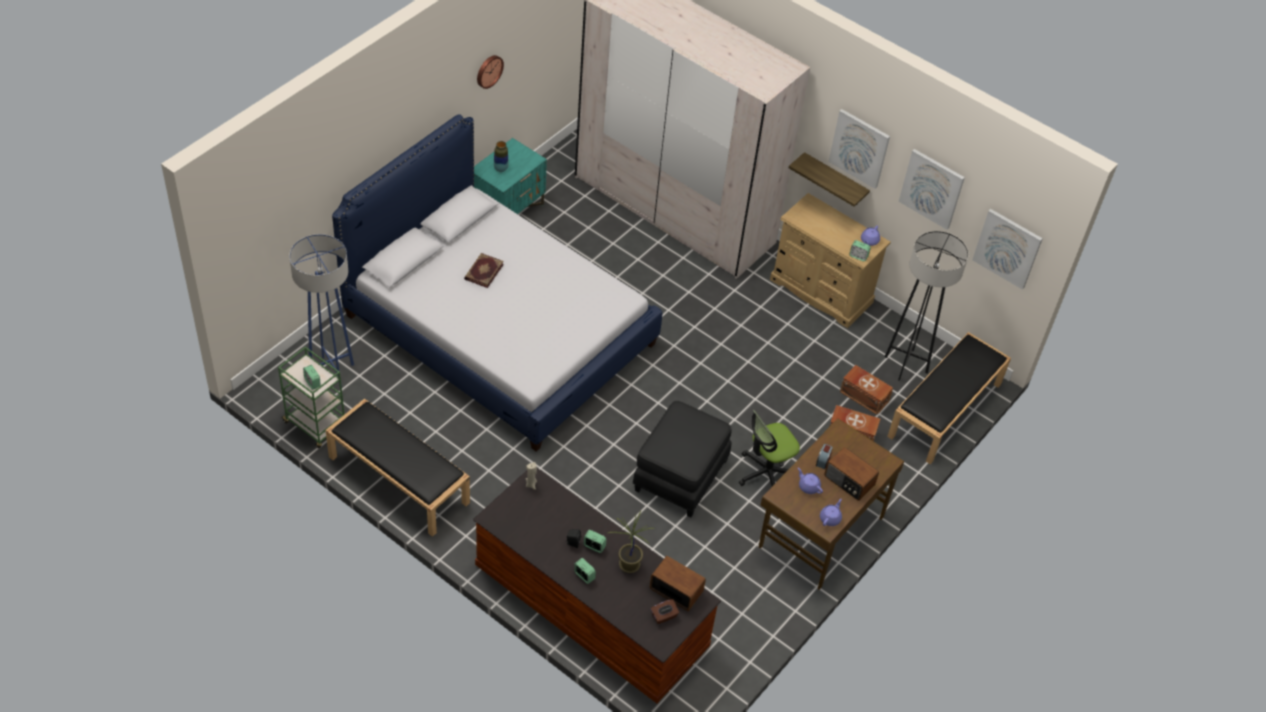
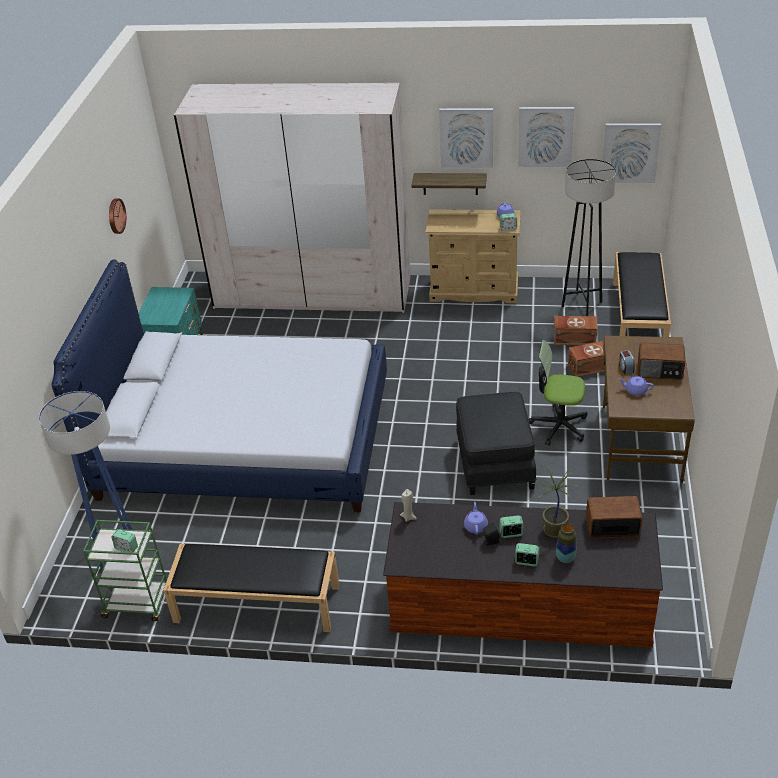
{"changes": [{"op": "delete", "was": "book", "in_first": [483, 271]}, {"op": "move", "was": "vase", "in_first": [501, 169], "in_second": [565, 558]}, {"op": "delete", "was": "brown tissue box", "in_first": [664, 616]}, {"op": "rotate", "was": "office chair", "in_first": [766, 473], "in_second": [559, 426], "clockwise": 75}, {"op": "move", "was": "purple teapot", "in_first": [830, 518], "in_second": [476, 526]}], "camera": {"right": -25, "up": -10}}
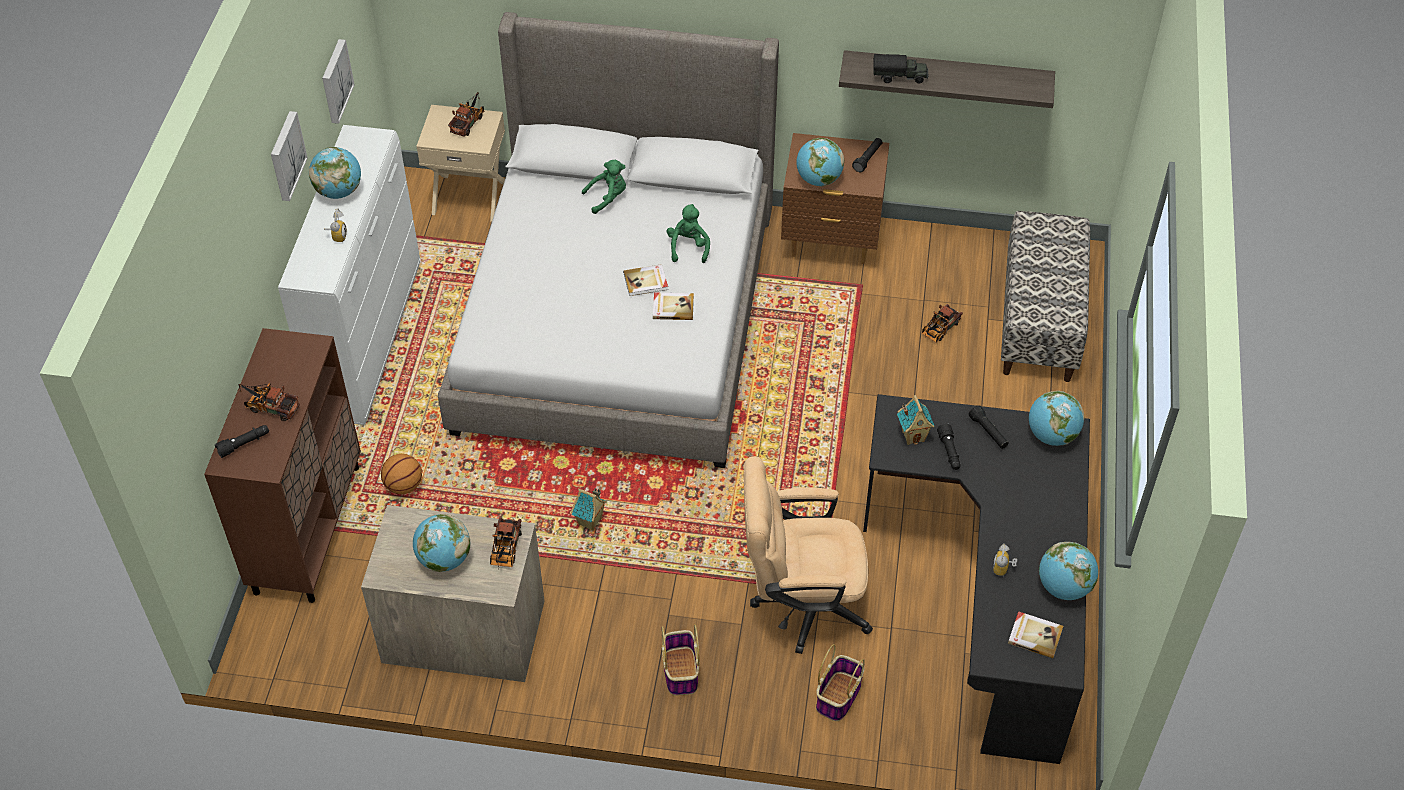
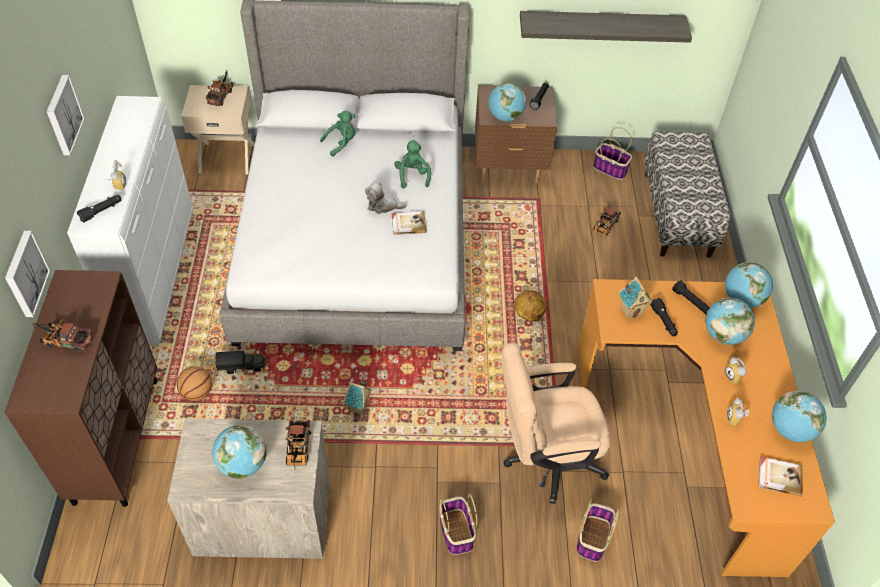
{"changes": [{"op": "move", "was": "black flashlight", "in_first": [244, 444], "in_second": [101, 211]}, {"op": "move", "was": "globe", "in_first": [339, 191], "in_second": [723, 335]}, {"op": "move", "was": "picture", "in_first": [335, 81], "in_second": [24, 274]}, {"op": "replace", "was": "book", "now": "plush toy", "in_first": [646, 282], "in_second": [383, 205]}, {"op": "recolor", "was": "black desk", "now": "orange desk", "in_first": [987, 596], "in_second": [692, 435]}, {"op": "move", "was": "toy truck", "in_first": [899, 77], "in_second": [242, 367]}, {"op": "insert", "now": "basketball", "in_second": [528, 315]}, {"op": "insert", "now": "basket", "in_second": [611, 169]}, {"op": "insert", "now": "alarm clock", "in_second": [734, 377]}], "camera": {"right": -10, "up": 0}}
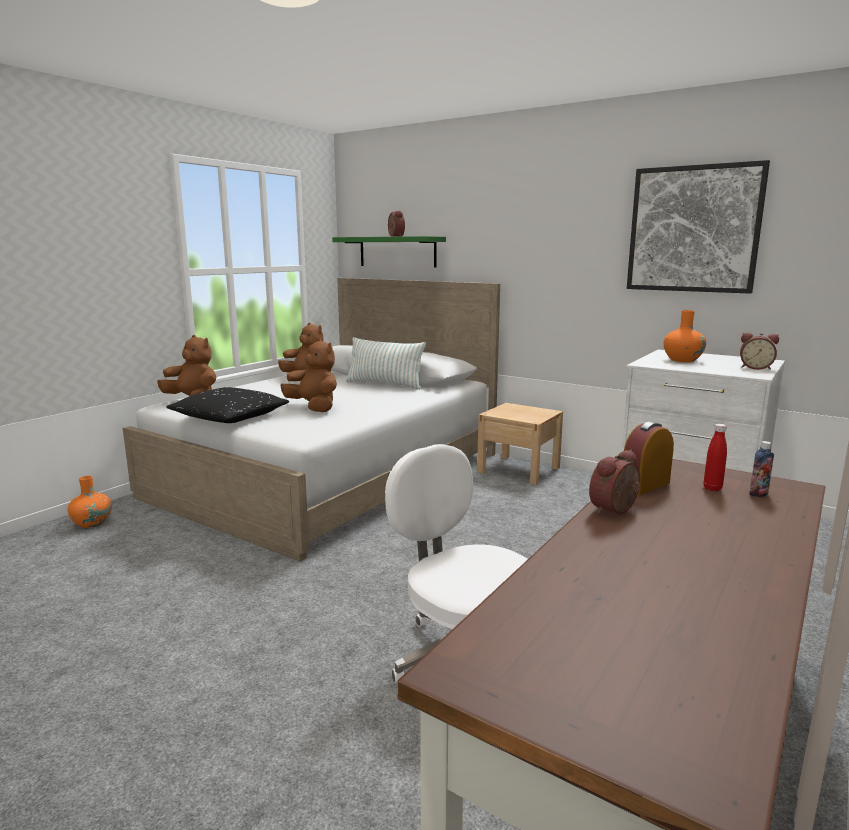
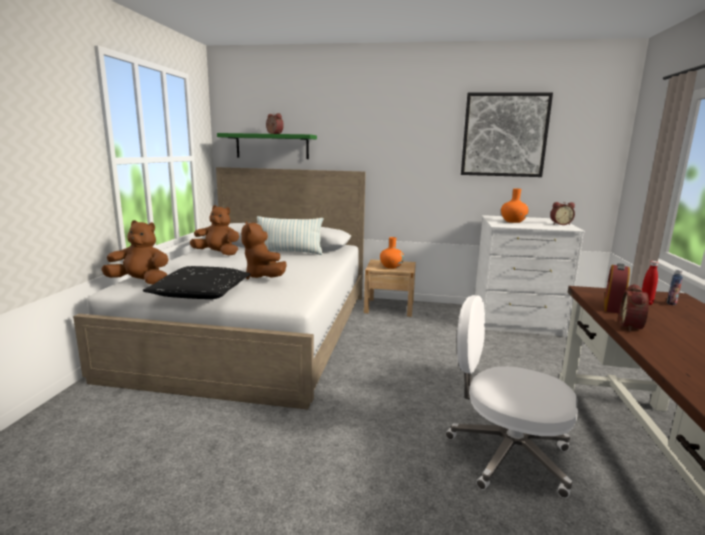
{"changes": [{"op": "move", "was": "orange vase", "in_first": [92, 523], "in_second": [391, 266]}, {"op": "rotate", "was": "brown plush toy", "in_first": [314, 408], "in_second": [263, 277], "clockwise": -135}], "camera": {"right": -25, "up": 0}}
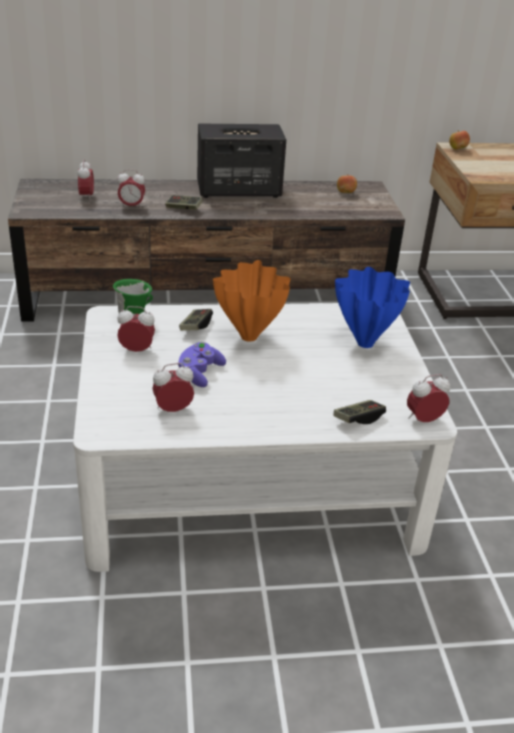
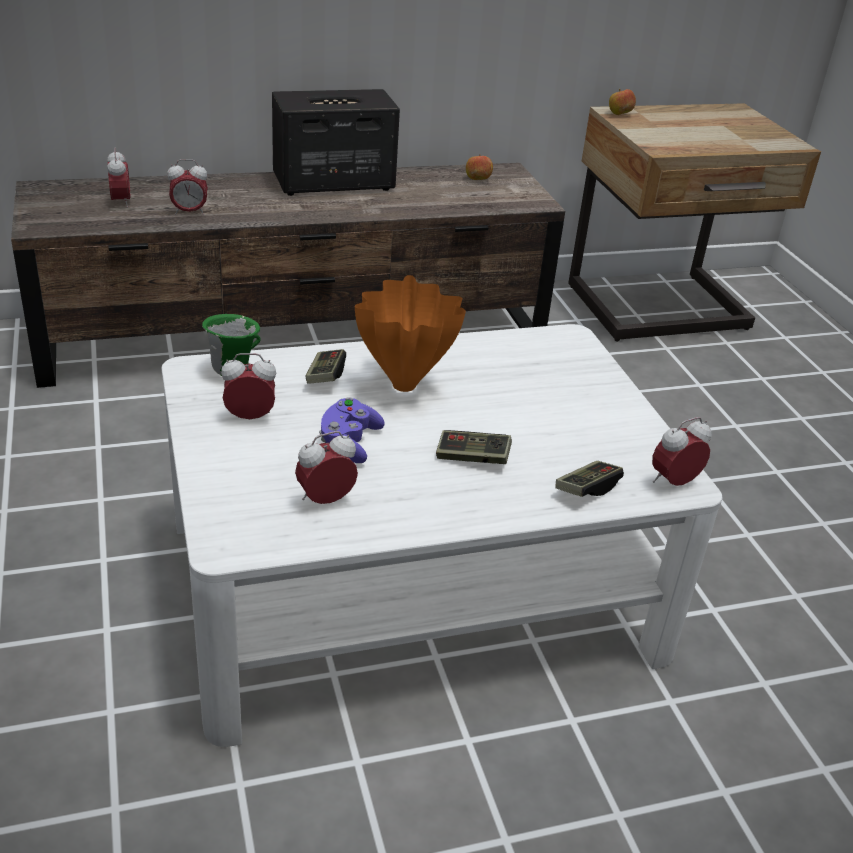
{"changes": [{"op": "move", "was": "game controller", "in_first": [184, 208], "in_second": [472, 458]}, {"op": "delete", "was": "blue vase", "in_first": [365, 342]}], "camera": {"right": -10, "up": 0}}
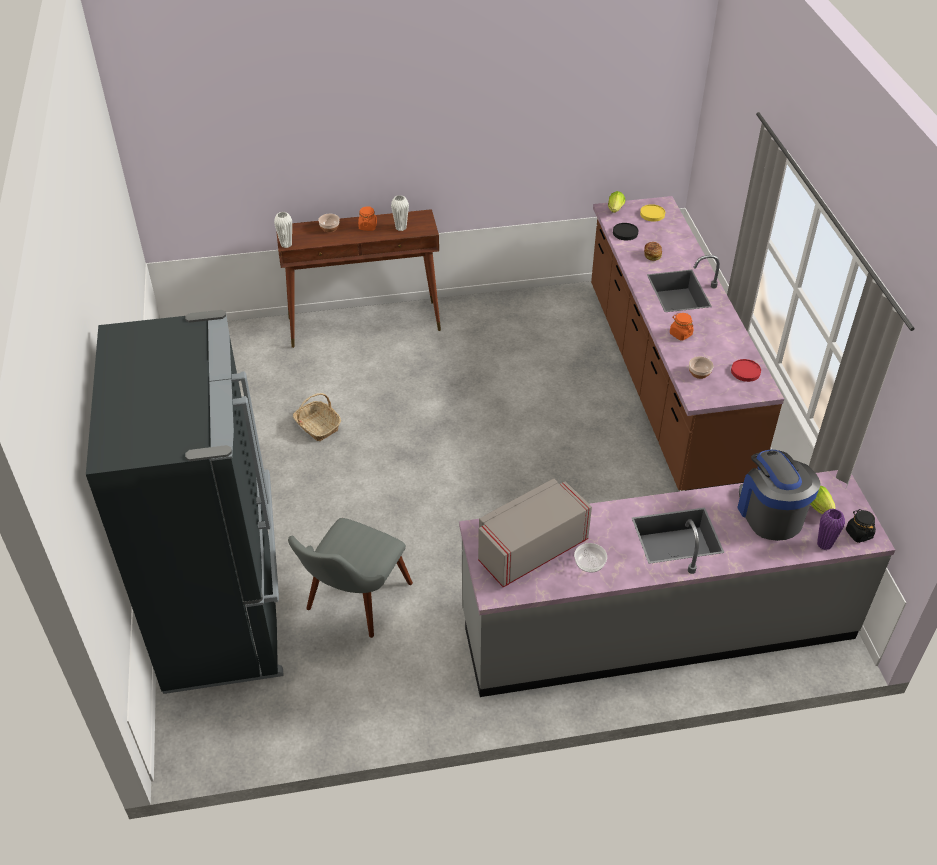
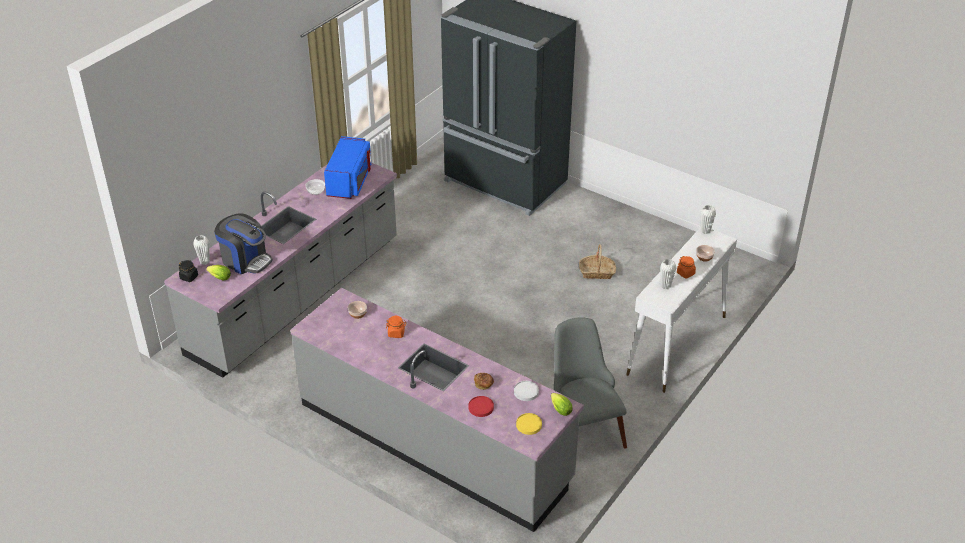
{"changes": [{"op": "recolor", "was": "brown console table", "now": "white console table", "in_first": [365, 324], "in_second": [676, 345]}, {"op": "move", "was": "grey chair", "in_first": [352, 605], "in_second": [582, 426]}, {"op": "recolor", "was": "grey microwave", "now": "blue microwave", "in_first": [530, 548], "in_second": [350, 181]}, {"op": "recolor", "was": "brown counter", "now": "grey counter", "in_first": [664, 382], "in_second": [434, 441]}, {"op": "recolor", "was": "black plate", "now": "white plate", "in_first": [625, 233], "in_second": [526, 392]}, {"op": "move", "was": "red plate", "in_first": [745, 371], "in_second": [481, 407]}, {"op": "recolor", "was": "purple vase", "now": "white vase", "in_first": [824, 544], "in_second": [204, 261]}], "camera": {"right": 135, "up": -5}}
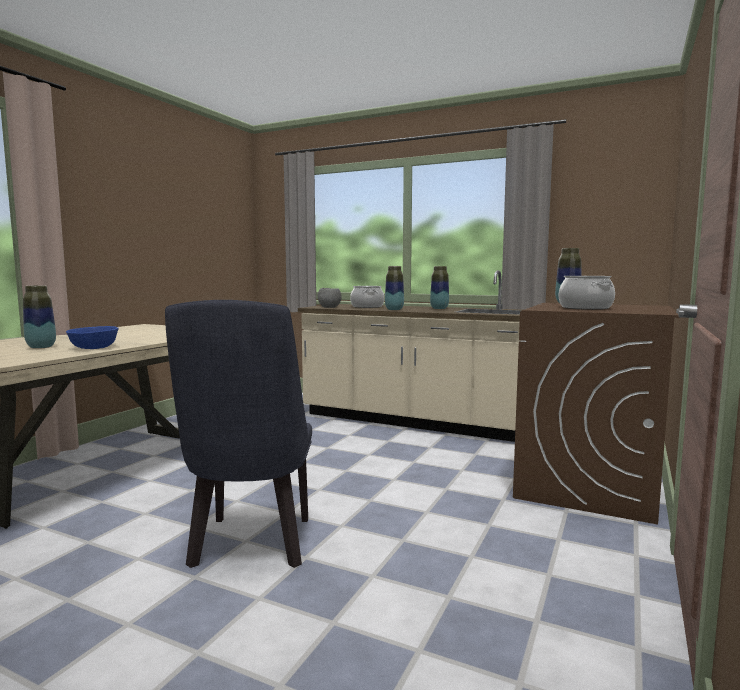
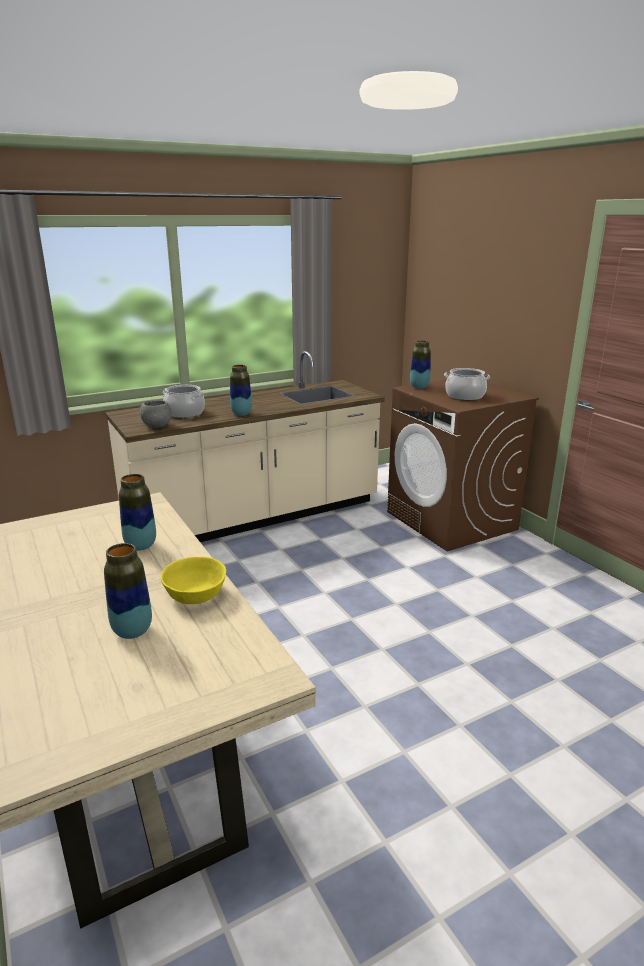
{"changes": [{"op": "recolor", "was": "blue bowl", "now": "yellow bowl", "in_first": [94, 348], "in_second": [196, 595]}, {"op": "delete", "was": "blue chair", "in_first": [251, 547]}, {"op": "move", "was": "vase", "in_first": [439, 309], "in_second": [140, 546]}], "camera": {"right": -55, "up": 15}}
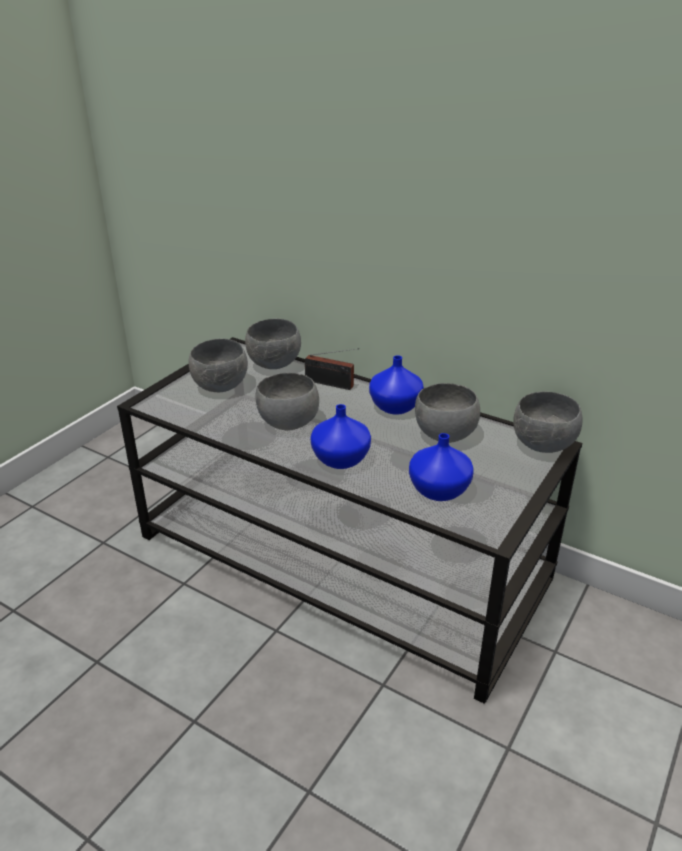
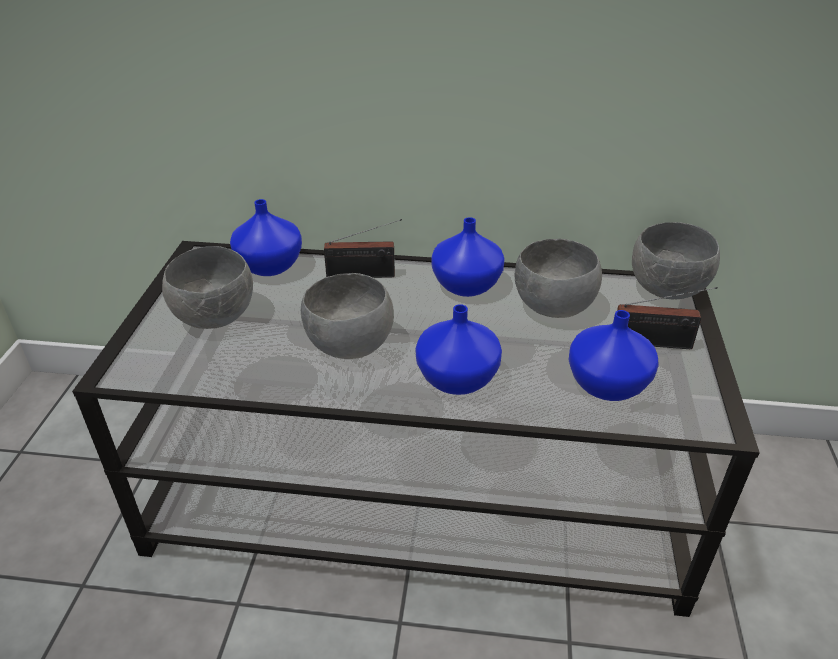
{"changes": [{"op": "replace", "was": "grey bowl", "now": "blue vase", "in_first": [275, 365], "in_second": [271, 266]}, {"op": "insert", "now": "radio", "in_second": [656, 343]}], "camera": {"right": -25, "up": 5}}
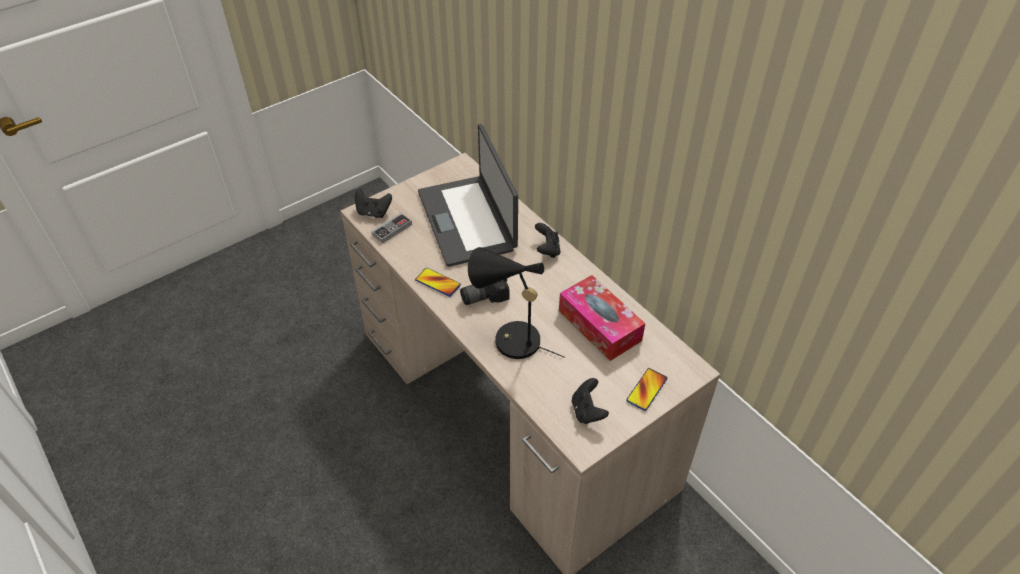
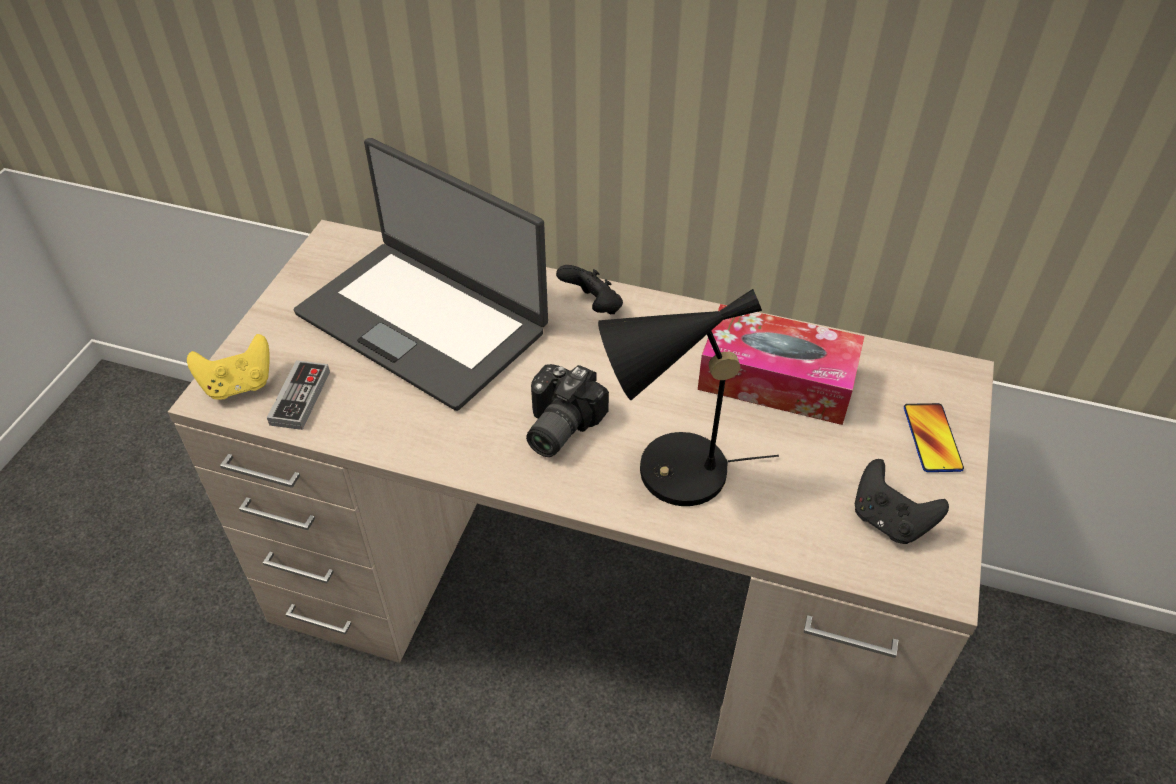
{"changes": [{"op": "recolor", "was": "black game controller", "now": "yellow game controller", "in_first": [373, 212], "in_second": [239, 385]}, {"op": "delete", "was": "phone", "in_first": [438, 283]}], "camera": {"right": -35, "up": 0}}
